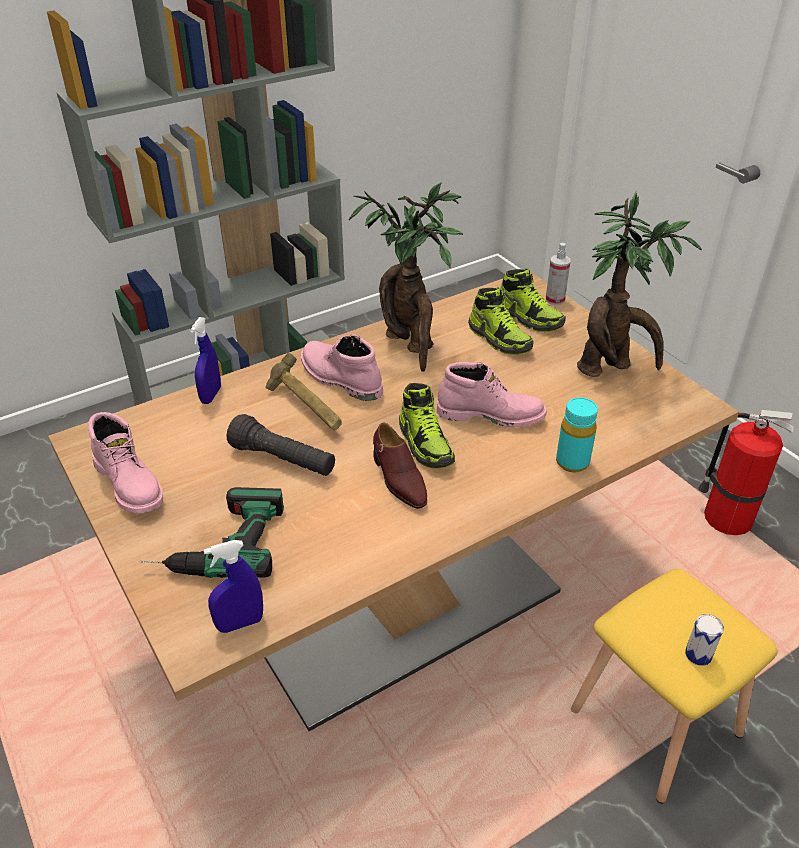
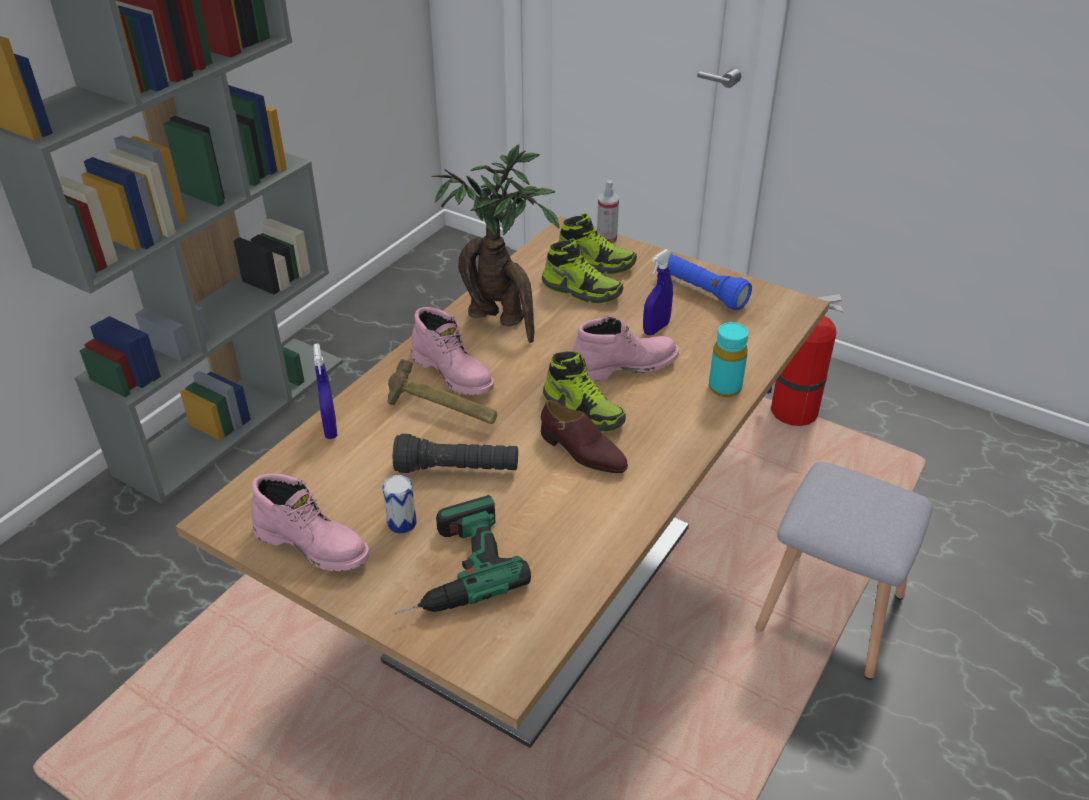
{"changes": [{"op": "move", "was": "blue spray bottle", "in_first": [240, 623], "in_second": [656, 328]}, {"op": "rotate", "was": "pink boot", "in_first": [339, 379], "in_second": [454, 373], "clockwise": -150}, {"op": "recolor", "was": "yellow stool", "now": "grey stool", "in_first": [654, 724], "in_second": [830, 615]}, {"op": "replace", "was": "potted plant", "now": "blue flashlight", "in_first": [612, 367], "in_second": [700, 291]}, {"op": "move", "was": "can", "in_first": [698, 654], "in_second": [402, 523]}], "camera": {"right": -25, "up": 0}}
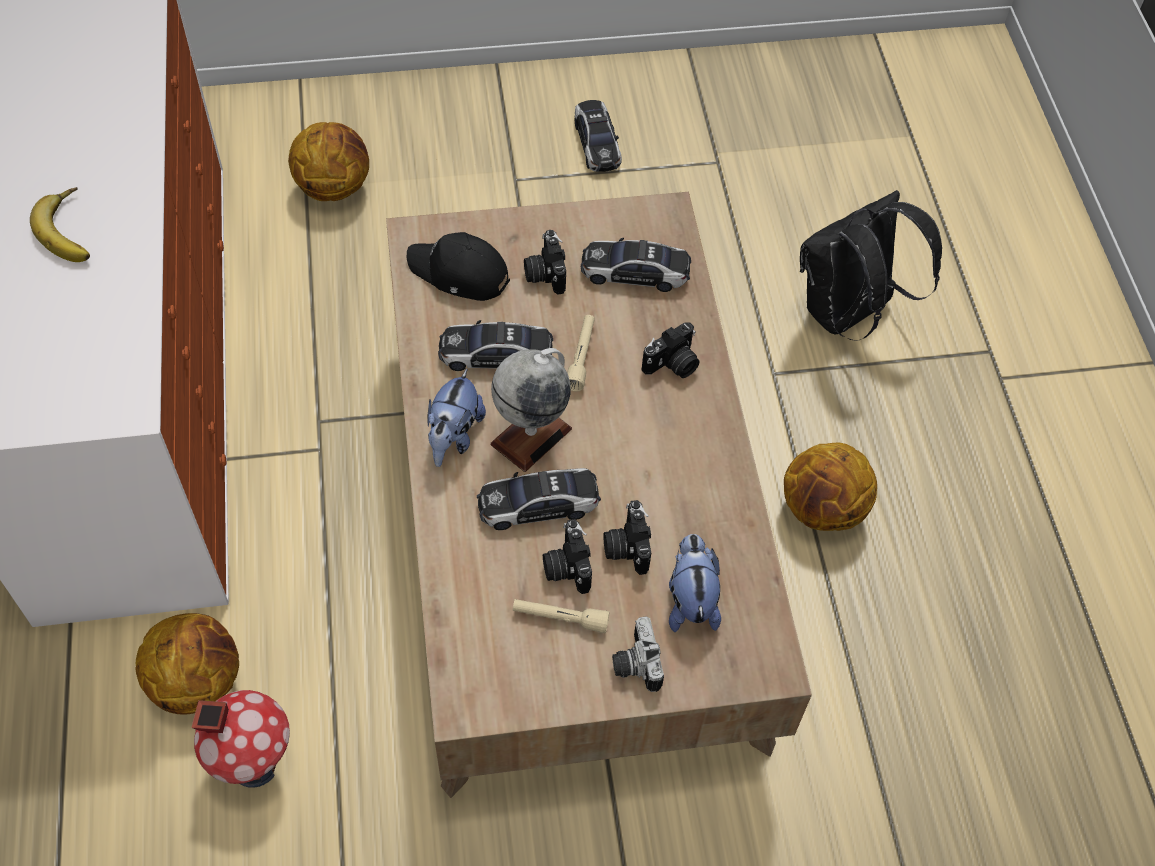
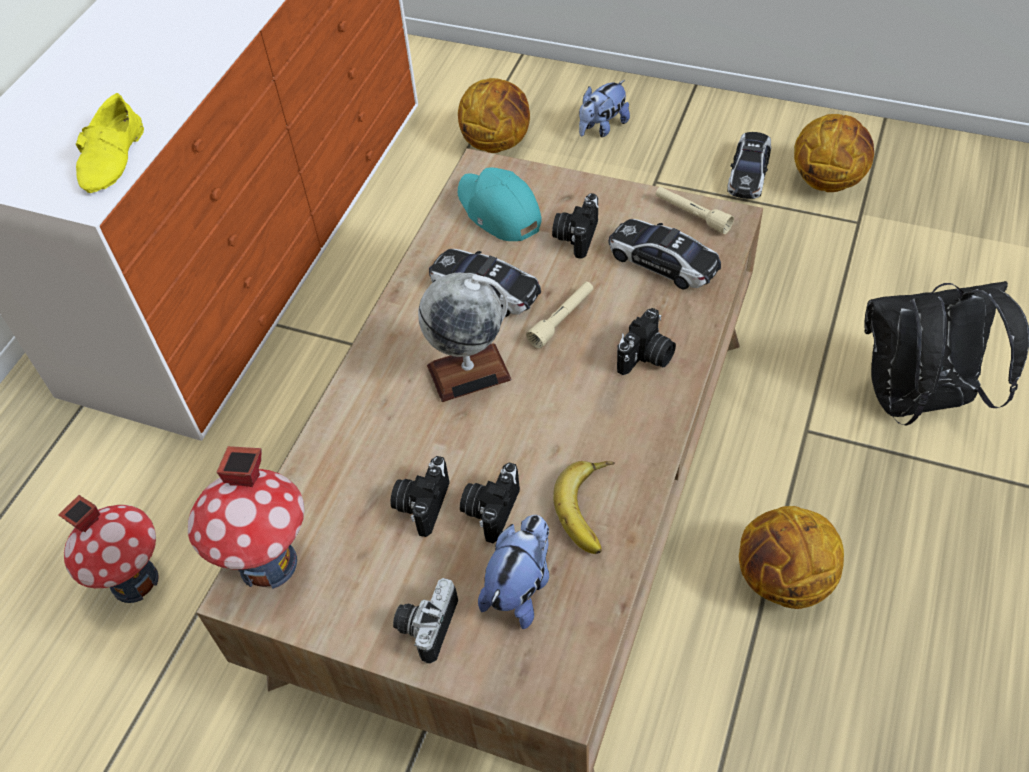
{"changes": [{"op": "move", "was": "banana", "in_first": [72, 230], "in_second": [593, 509]}, {"op": "move", "was": "basketball", "in_first": [198, 680], "in_second": [828, 180]}, {"op": "recolor", "was": "black cap", "now": "turquoise cap", "in_first": [459, 273], "in_second": [498, 211]}, {"op": "move", "was": "plush toy", "in_first": [454, 436], "in_second": [602, 127]}, {"op": "delete", "was": "toy car", "in_first": [538, 504]}, {"op": "move", "was": "beige flashlight", "in_first": [560, 618], "in_second": [692, 215]}, {"op": "rotate", "was": "photo camera", "in_first": [672, 365], "in_second": [647, 357], "clockwise": -45}, {"op": "insert", "now": "yellow shoe", "in_second": [115, 157]}, {"op": "insert", "now": "toy house", "in_second": [268, 563]}], "camera": {"right": 35, "up": -5}}
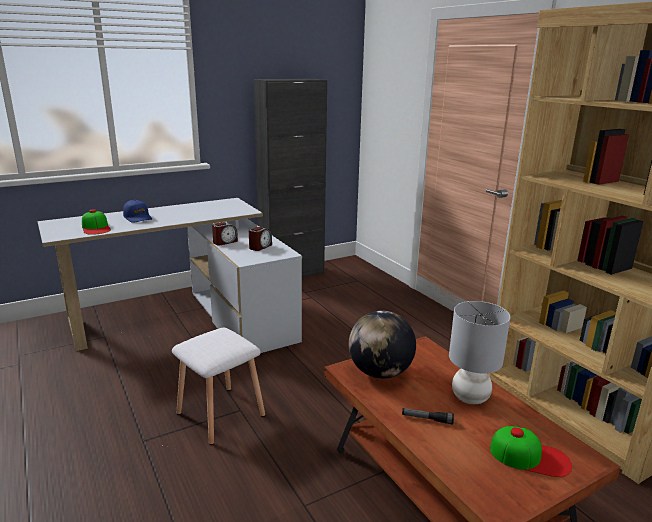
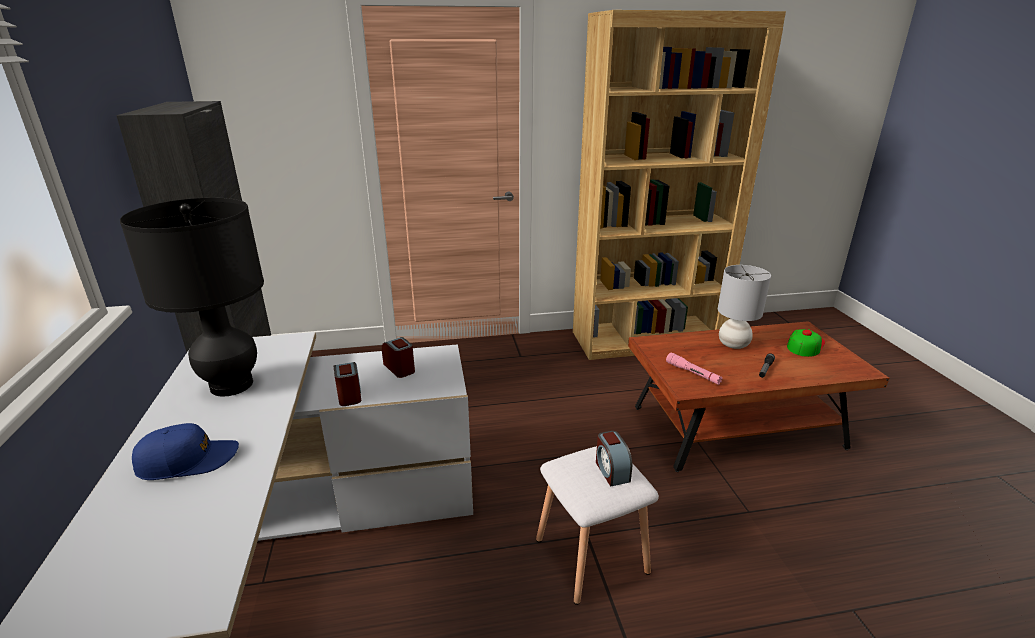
{"changes": [{"op": "delete", "was": "cap", "in_first": [96, 227]}, {"op": "replace", "was": "globe", "now": "pink flashlight", "in_first": [380, 373], "in_second": [693, 373]}, {"op": "insert", "now": "black table lamp", "in_second": [232, 385]}, {"op": "insert", "now": "alarm clock", "in_second": [611, 471]}], "camera": {"right": -70, "up": 5}}
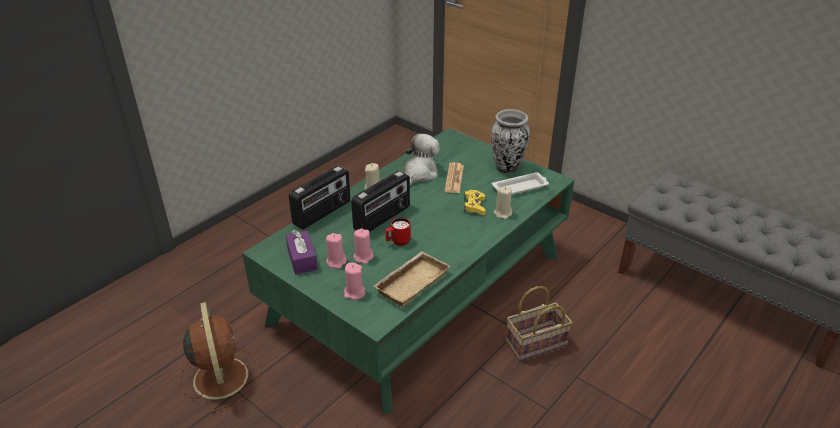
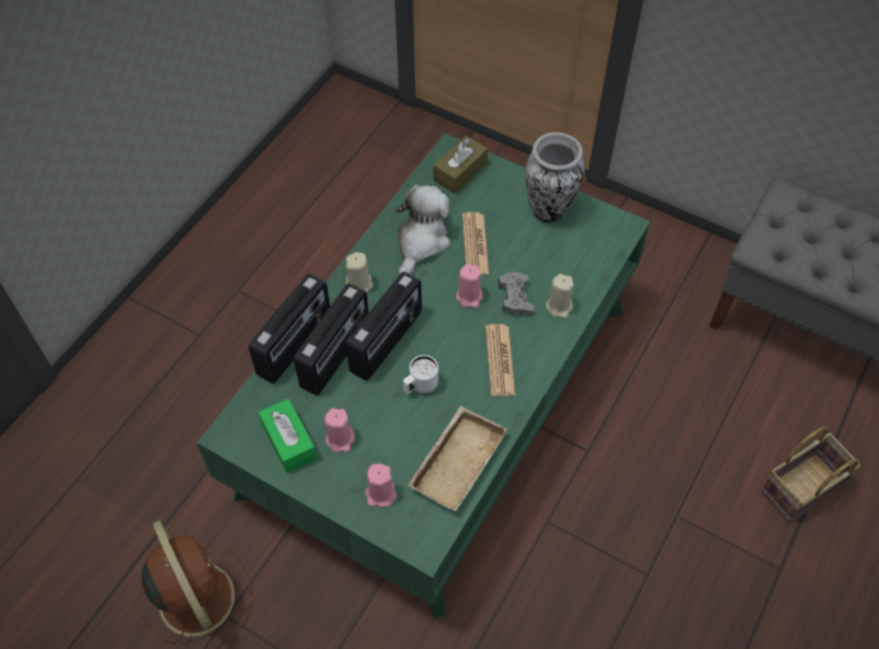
{"changes": [{"op": "recolor", "was": "purple tissue box", "now": "green tissue box", "in_first": [302, 259], "in_second": [289, 441]}, {"op": "move", "was": "pink candle", "in_first": [363, 257], "in_second": [469, 297]}, {"op": "recolor", "was": "red mug", "now": "white mug", "in_first": [398, 242], "in_second": [420, 387]}, {"op": "recolor", "was": "yellow game controller", "now": "grey game controller", "in_first": [474, 206], "in_second": [516, 298]}, {"op": "delete", "was": "white tray", "in_first": [520, 187]}, {"op": "move", "was": "basket", "in_first": [535, 344], "in_second": [802, 490]}, {"op": "insert", "now": "radio", "in_second": [336, 355]}, {"op": "insert", "now": "brown tissue box", "in_second": [460, 172]}, {"op": "insert", "now": "newspaper", "in_second": [500, 360]}], "camera": {"right": -10, "up": 20}}
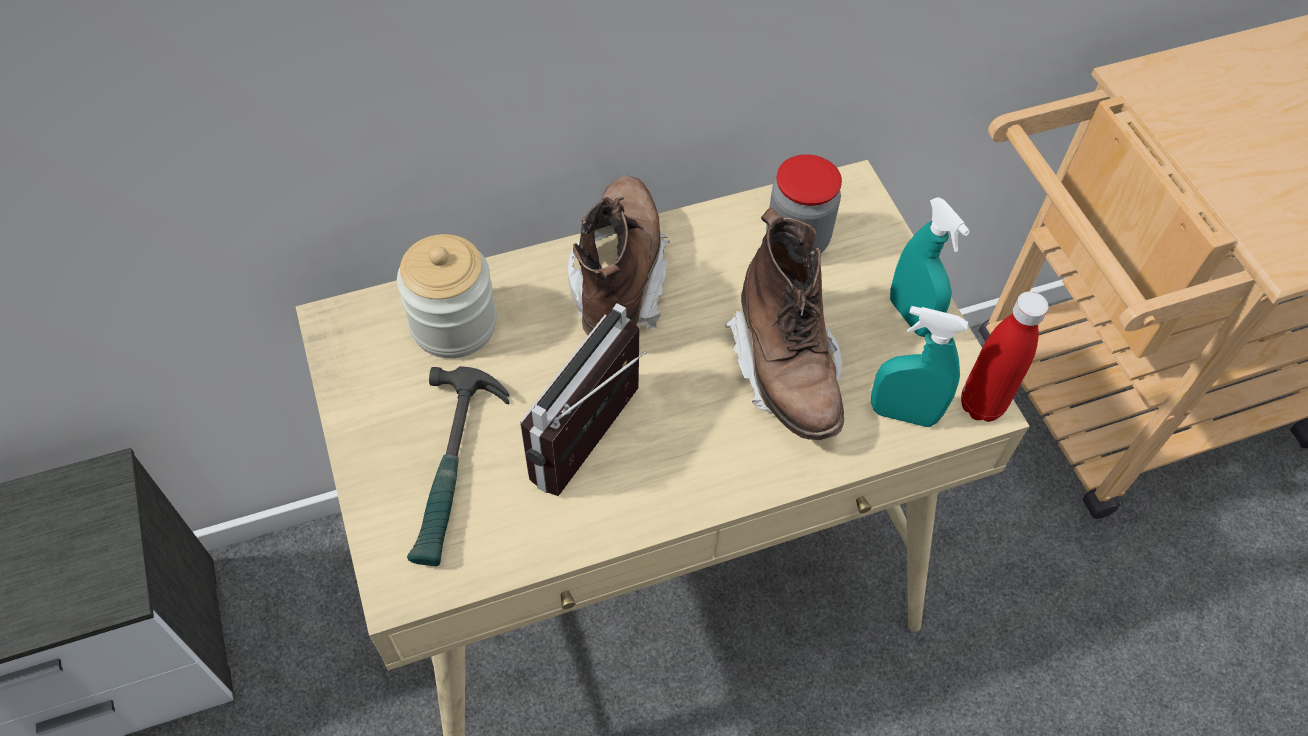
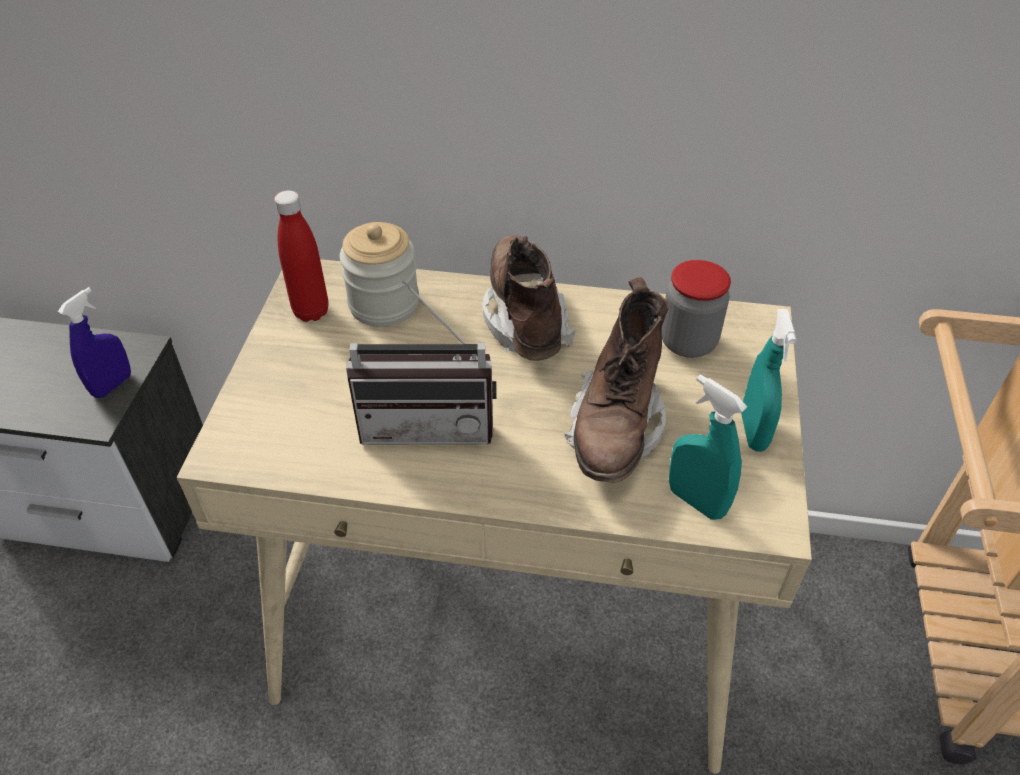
{"changes": [{"op": "delete", "was": "hammer", "in_first": [454, 469]}, {"op": "rotate", "was": "radio", "in_first": [599, 445], "in_second": [429, 422], "clockwise": -150}, {"op": "rotate", "was": "brown boot", "in_first": [618, 279], "in_second": [525, 318], "clockwise": -45}, {"op": "move", "was": "red bottle", "in_first": [981, 405], "in_second": [311, 312]}, {"op": "insert", "now": "blue spray bottle", "in_second": [112, 385]}], "camera": {"right": 30, "up": -10}}
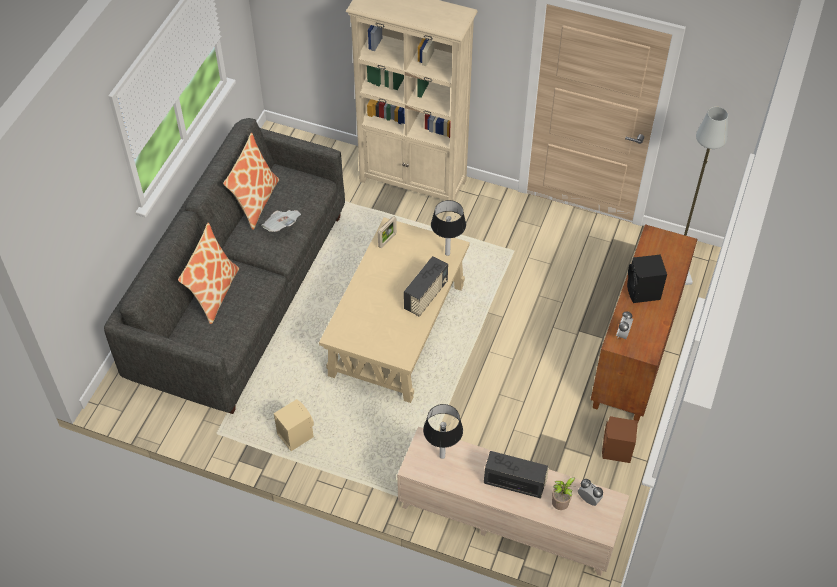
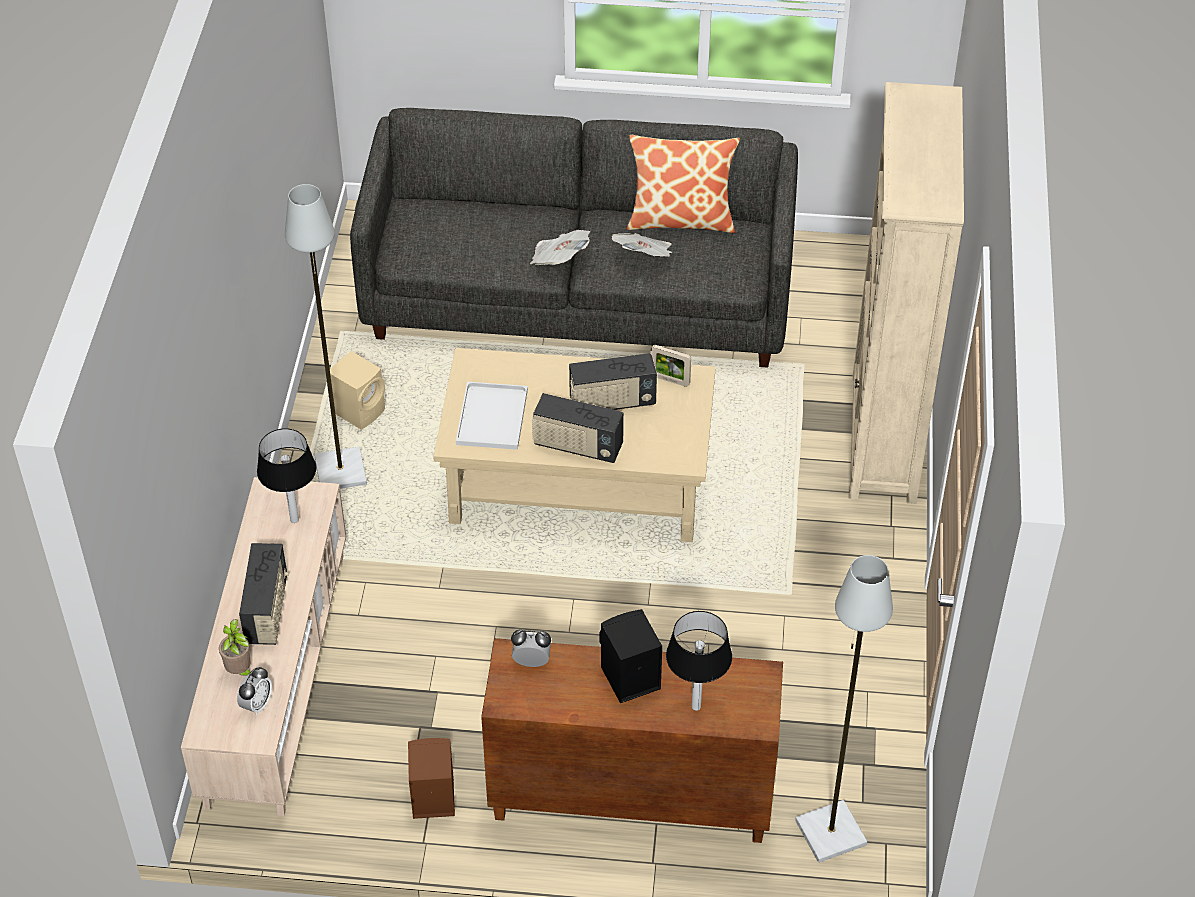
{"changes": [{"op": "delete", "was": "pillow", "in_first": [213, 293]}, {"op": "move", "was": "table lamp", "in_first": [447, 253], "in_second": [697, 706]}, {"op": "insert", "now": "grey floor lamp", "in_second": [342, 471]}, {"op": "insert", "now": "white tray", "in_second": [493, 418]}, {"op": "insert", "now": "newspaper", "in_second": [559, 259]}, {"op": "insert", "now": "radio", "in_second": [612, 402]}], "camera": {"right": 75, "up": -5}}
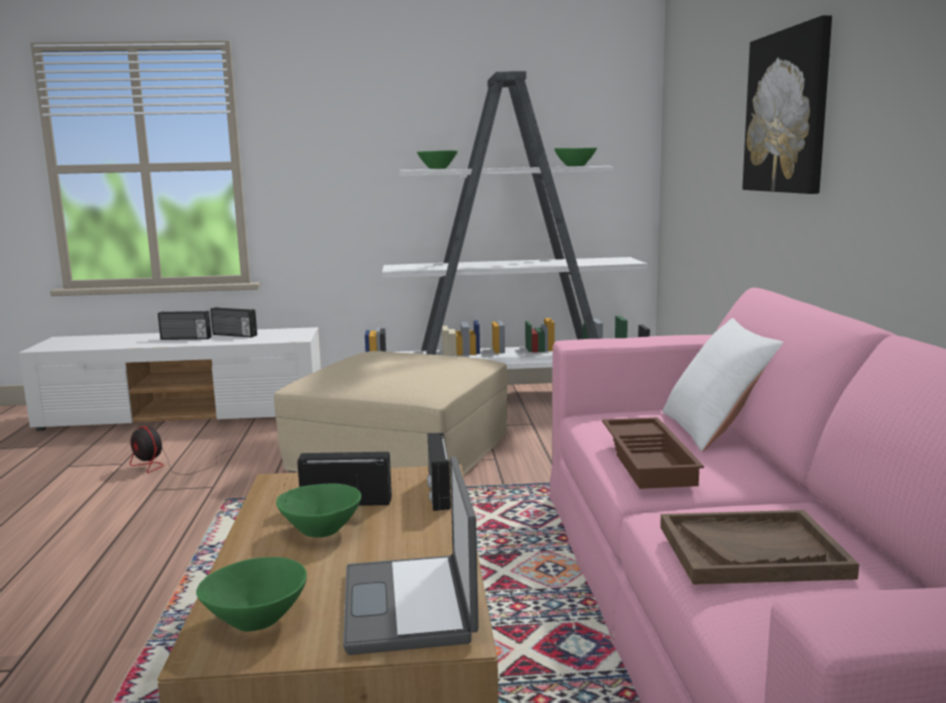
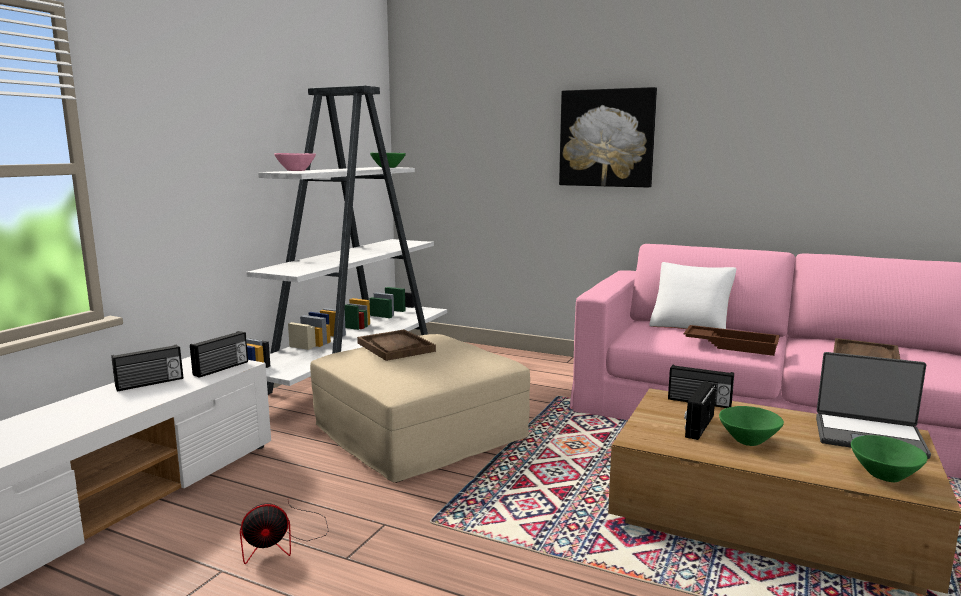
{"changes": [{"op": "move", "was": "radio", "in_first": [185, 338], "in_second": [222, 368]}, {"op": "recolor", "was": "green bowl", "now": "pink bowl", "in_first": [437, 168], "in_second": [296, 170]}, {"op": "insert", "now": "brown tray", "in_second": [395, 347]}], "camera": {"right": -60, "up": 0}}
